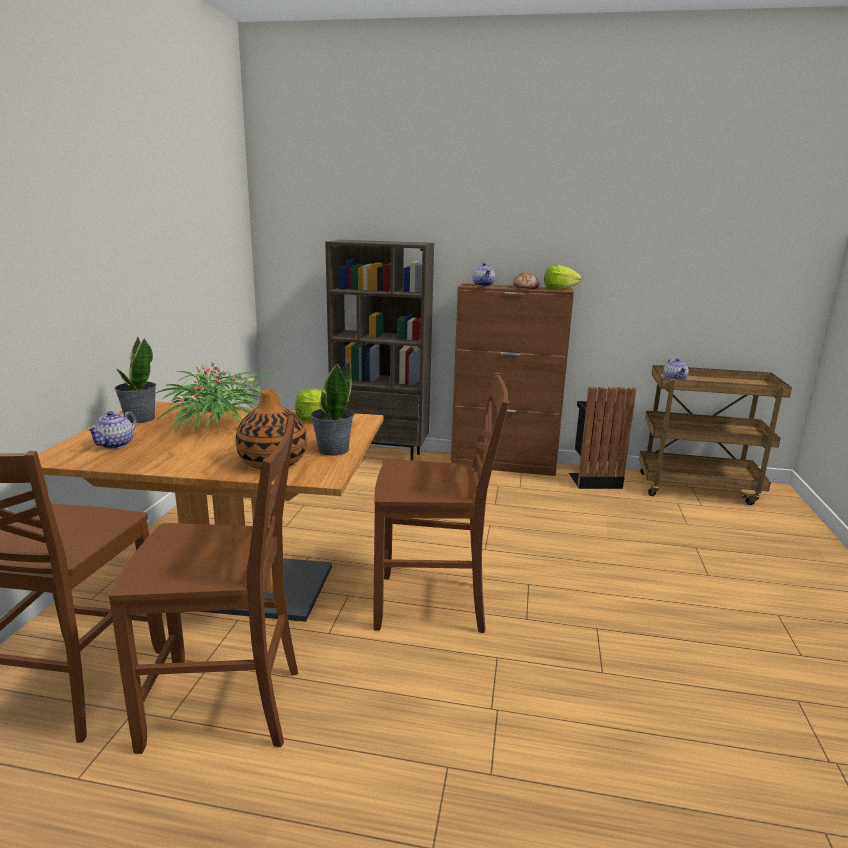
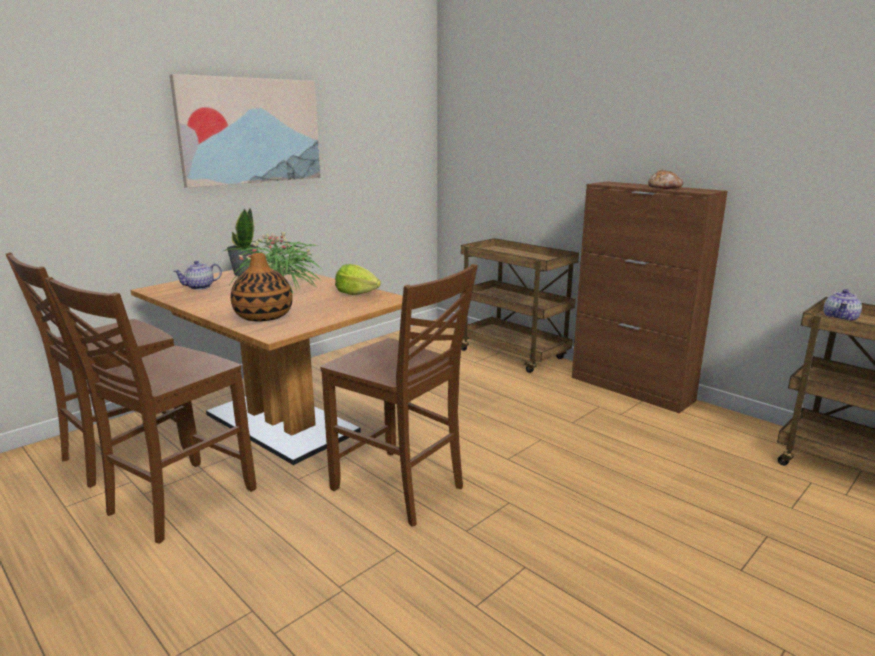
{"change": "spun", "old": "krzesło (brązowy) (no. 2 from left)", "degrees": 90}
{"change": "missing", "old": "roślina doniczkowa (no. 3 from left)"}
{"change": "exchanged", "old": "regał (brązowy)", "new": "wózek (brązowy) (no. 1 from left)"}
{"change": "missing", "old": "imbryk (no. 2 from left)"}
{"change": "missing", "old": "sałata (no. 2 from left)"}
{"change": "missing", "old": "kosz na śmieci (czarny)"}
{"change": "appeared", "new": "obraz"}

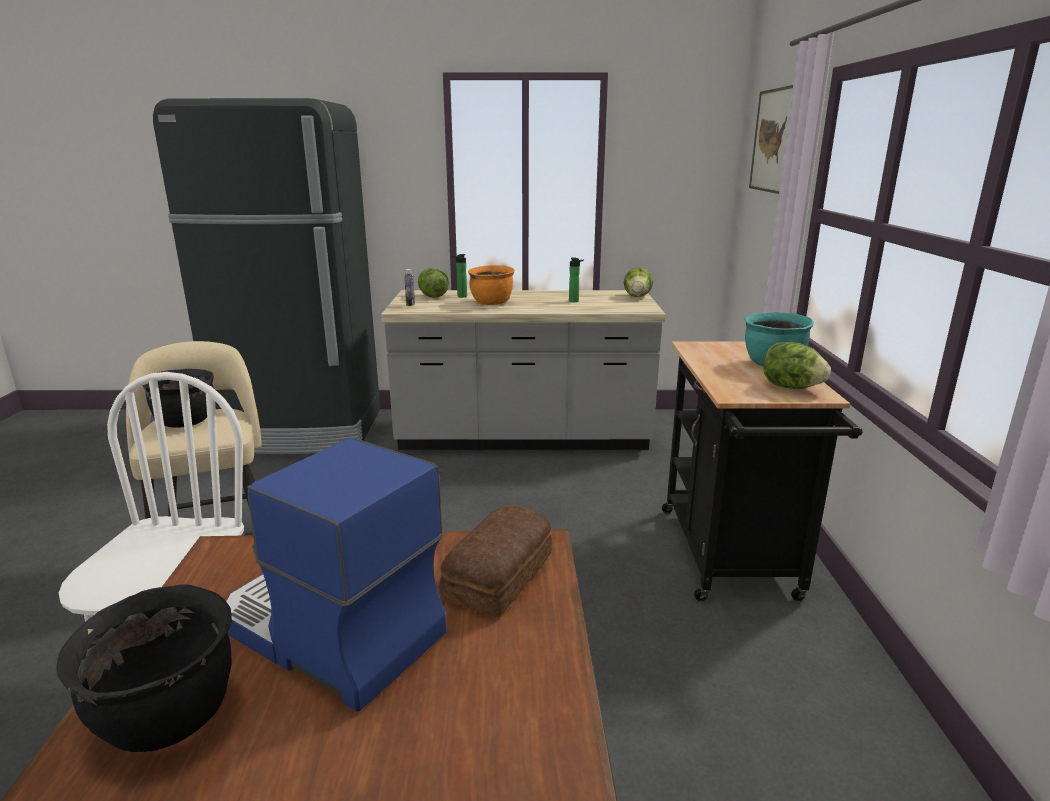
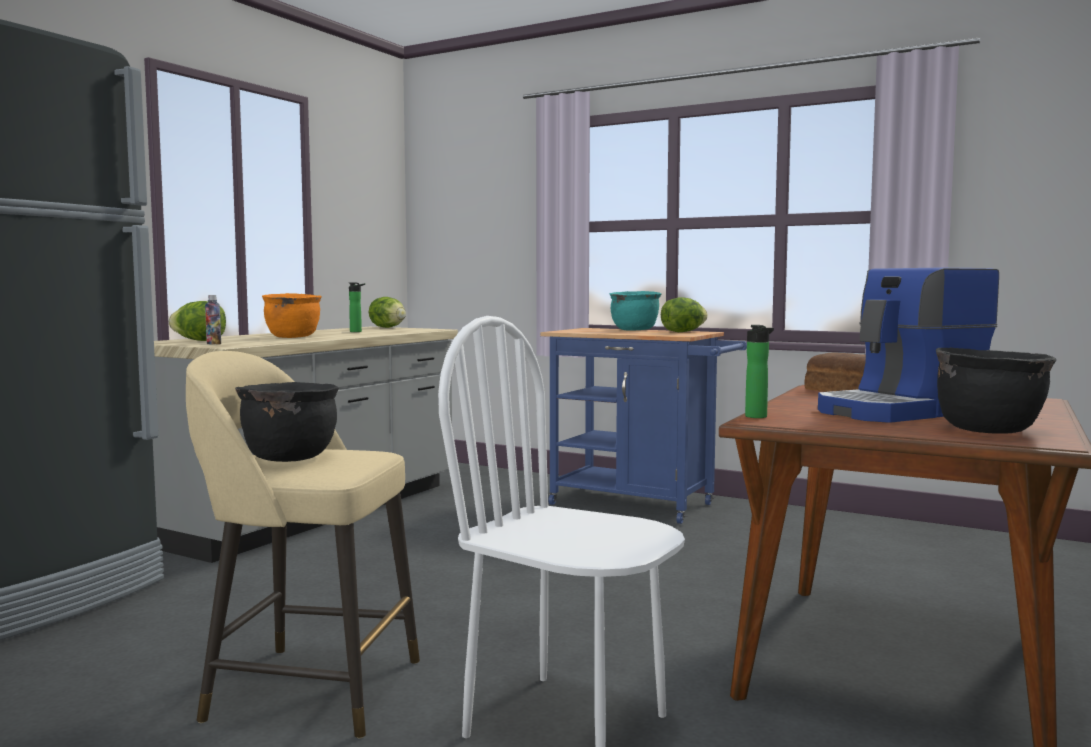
{"change": "relocated", "old": "butelka (no. 2 from left in the first image)", "new": "butelka (no. 3 from left)"}
{"change": "colour", "old": "wózek (czarny)", "new": "wózek (niebieski)"}
{"change": "missing", "old": "obraz"}

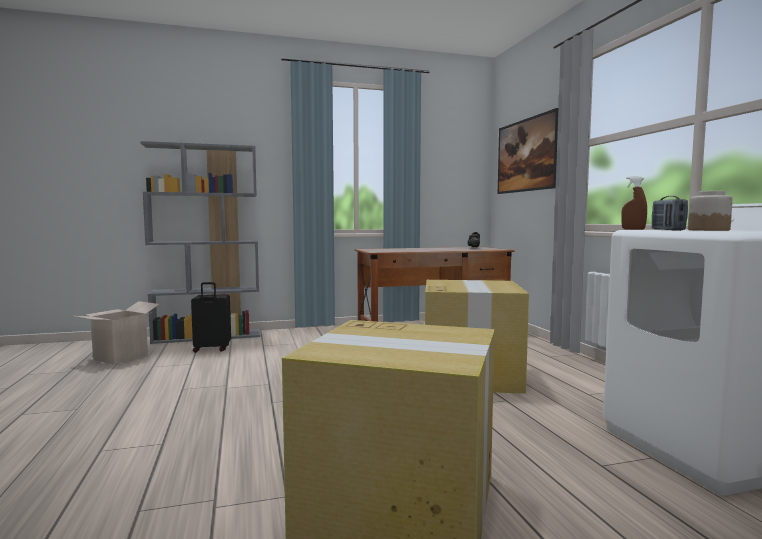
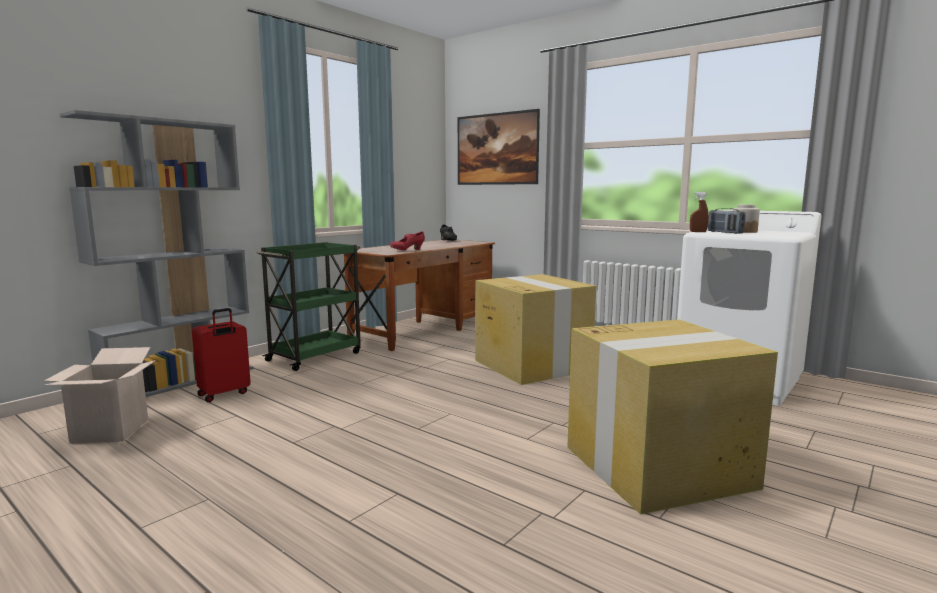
{"change": "colour", "old": "walizka (czarny)", "new": "walizka (czerwony)"}
{"change": "appeared", "new": "wózek (zielony)"}
{"change": "appeared", "new": "but (czerwony)"}

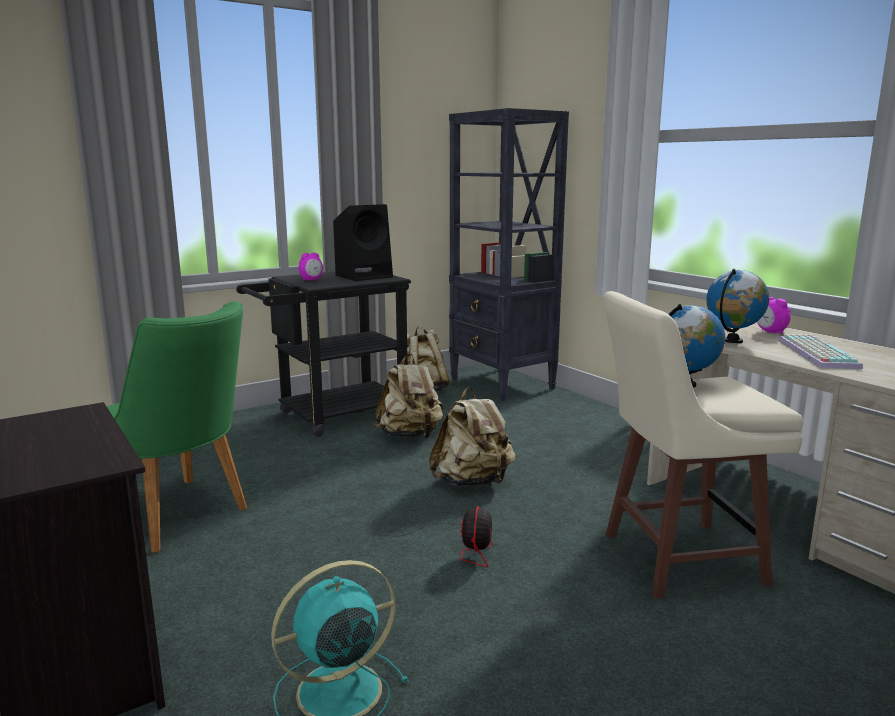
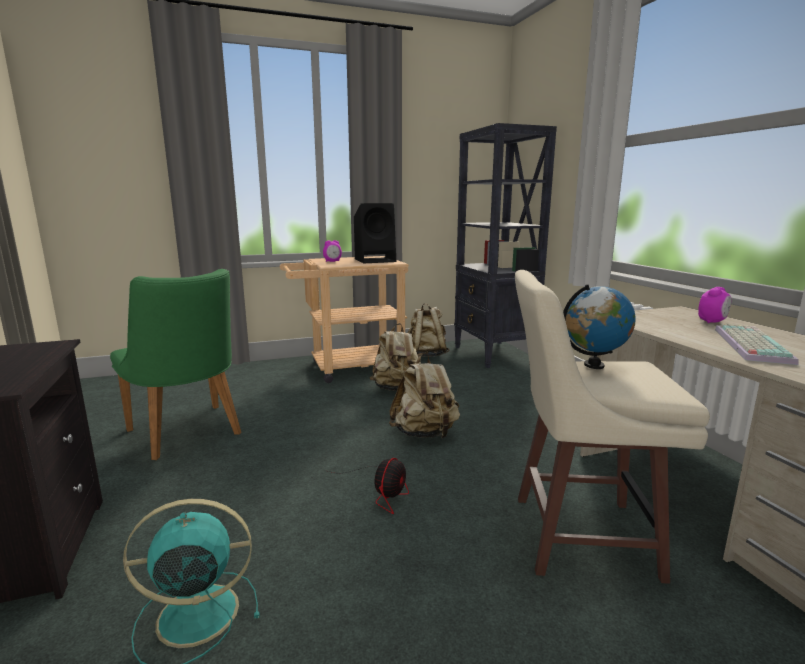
{"change": "colour", "old": "wózek (czarny)", "new": "wózek (beżowy)"}
{"change": "missing", "old": "globus (no. 2 from left)"}
{"change": "spun", "old": "budzik (no. 2 from left)", "degrees": -120}

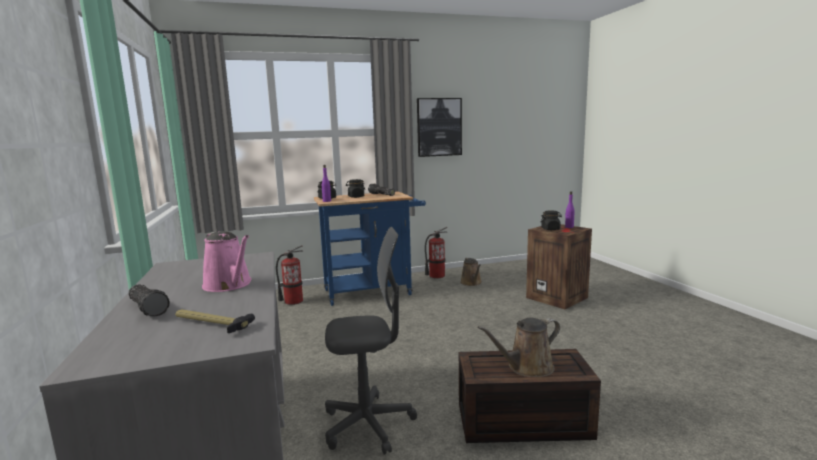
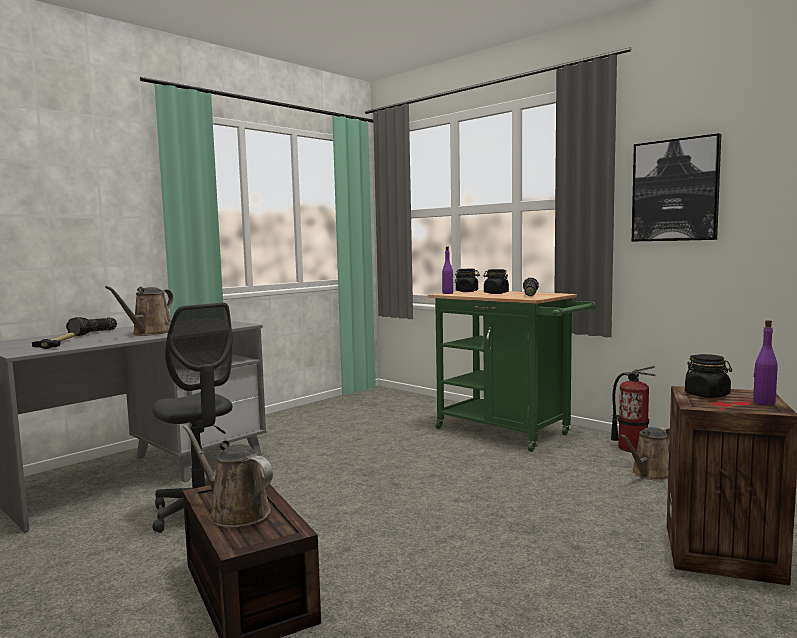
{"change": "colour", "old": "konewka (różowy)", "new": "konewka (brązowy) (no. 1 from left)"}
{"change": "missing", "old": "gaśnica (no. 1 from left)"}
{"change": "colour", "old": "wózek (niebieski)", "new": "wózek (zielony)"}

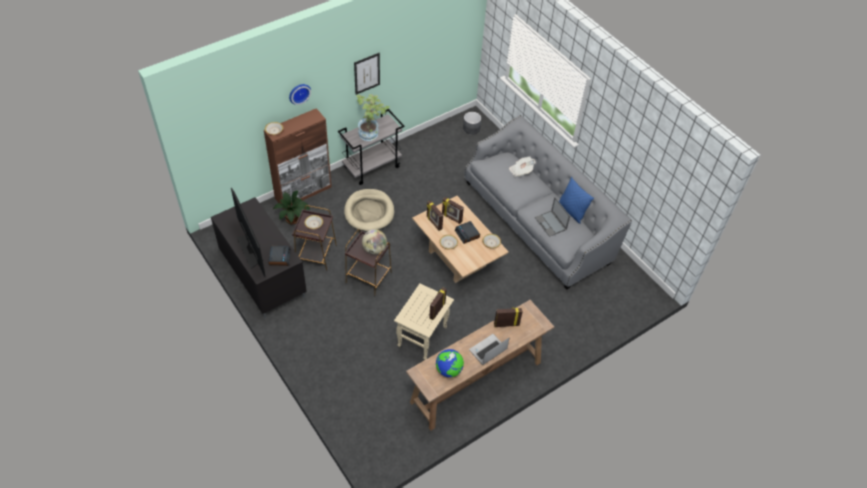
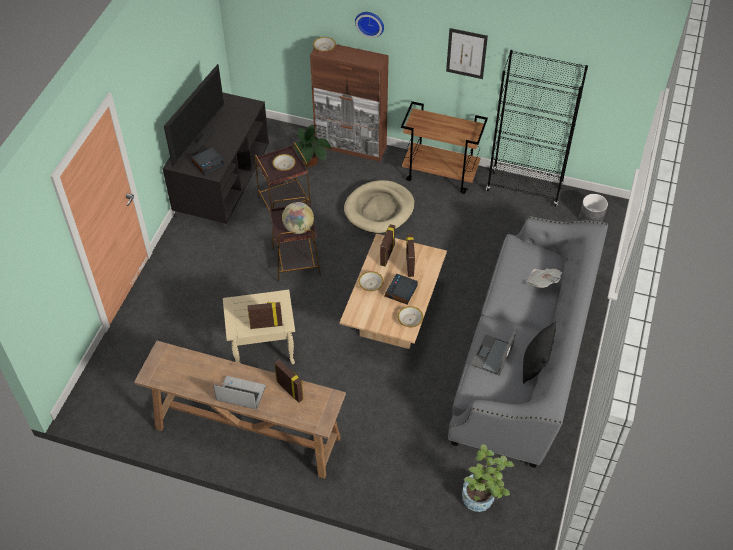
{"change": "colour", "old": "wózek (szary)", "new": "wózek (brązowy)"}
{"change": "relocated", "old": "roślina doniczkowa (no. 2 from left)"}
{"change": "missing", "old": "globus (no. 2 from left)"}
{"change": "colour", "old": "poduszka (niebieski)", "new": "poduszka (czarny)"}
{"change": "appeared", "new": "regał (czarny)"}

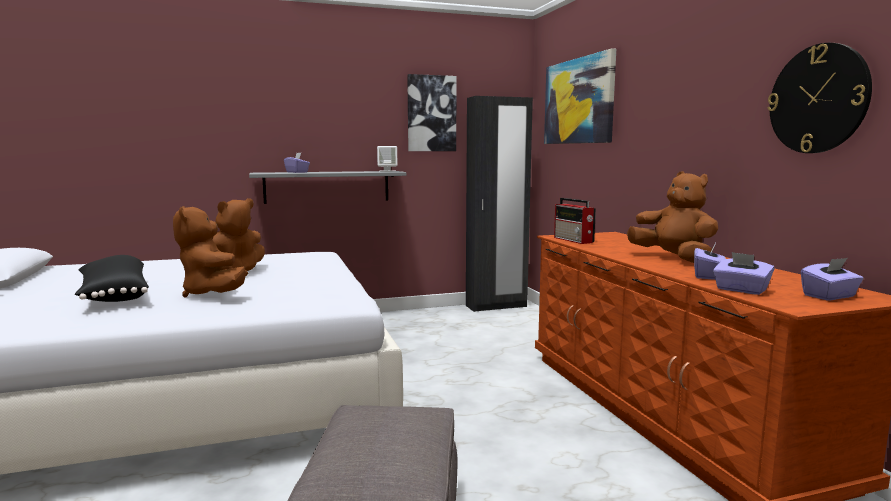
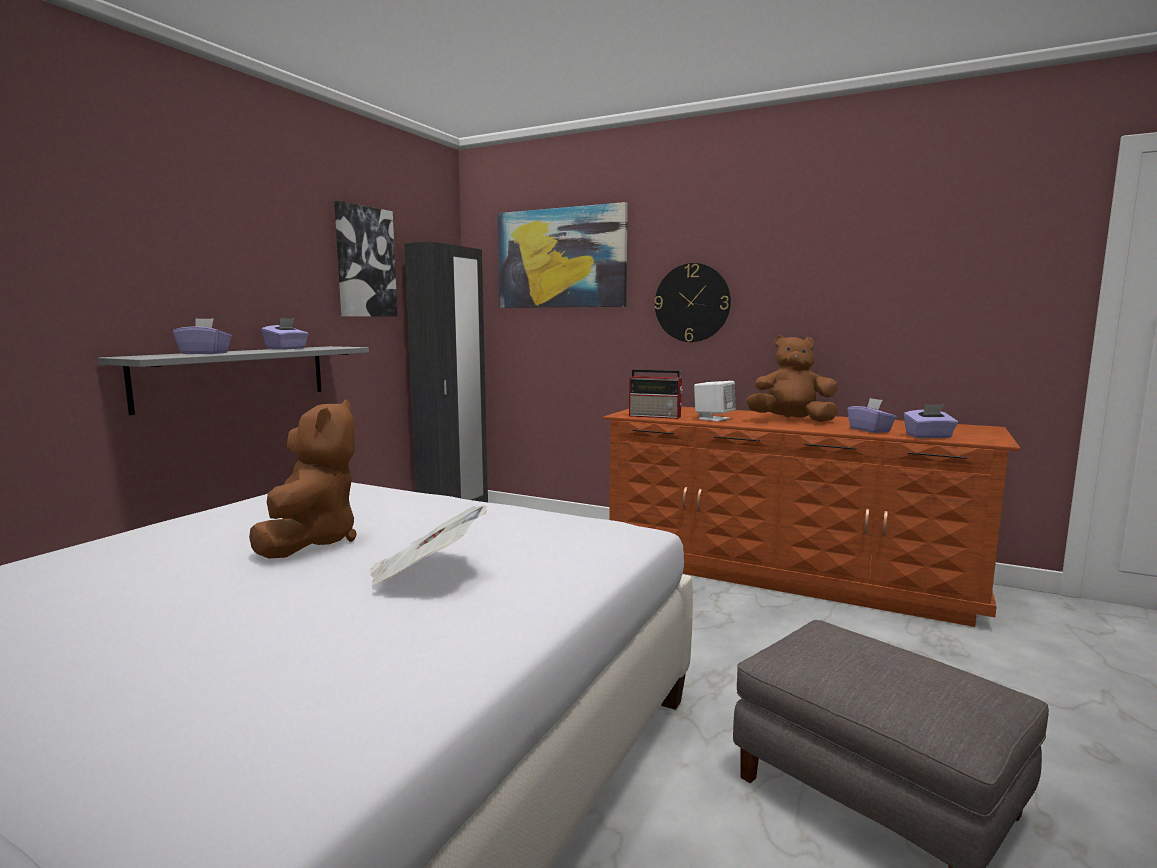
{"change": "missing", "old": "poduszka (czarny)"}
{"change": "exchanged", "old": "pluszak (brązowy) (no. 1 from left)", "new": "gazeta"}
{"change": "relocated", "old": "głośnik (biały)"}
{"change": "relocated", "old": "zegar ścienny"}
{"change": "relocated", "old": "pudełko chusteczek (fioletowy) (no. 4 from left in the first image)", "new": "pudełko chusteczek (fioletowy) (no. 2 from left)"}

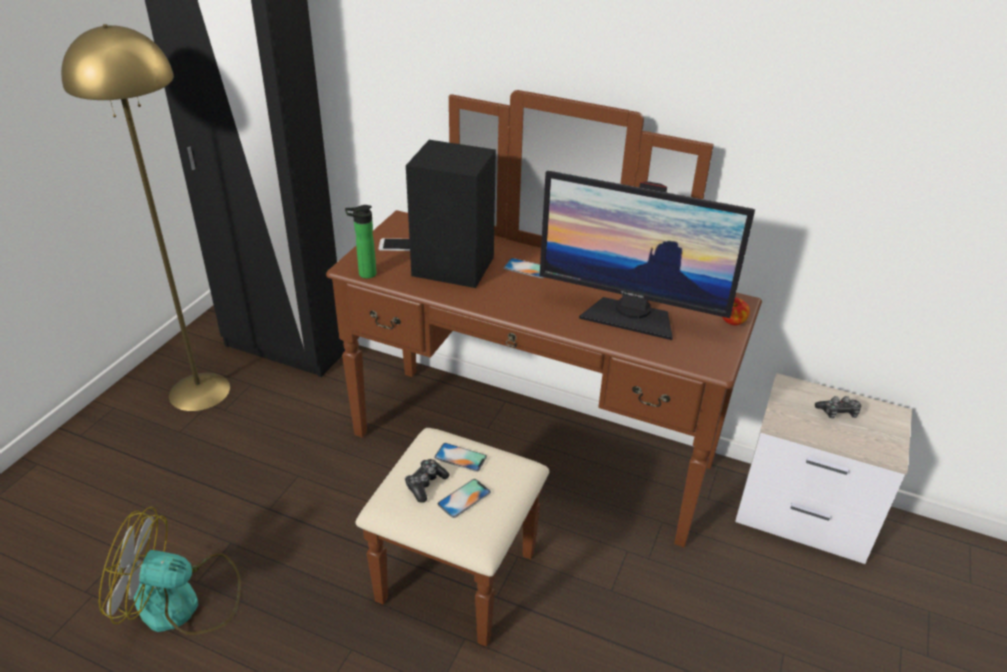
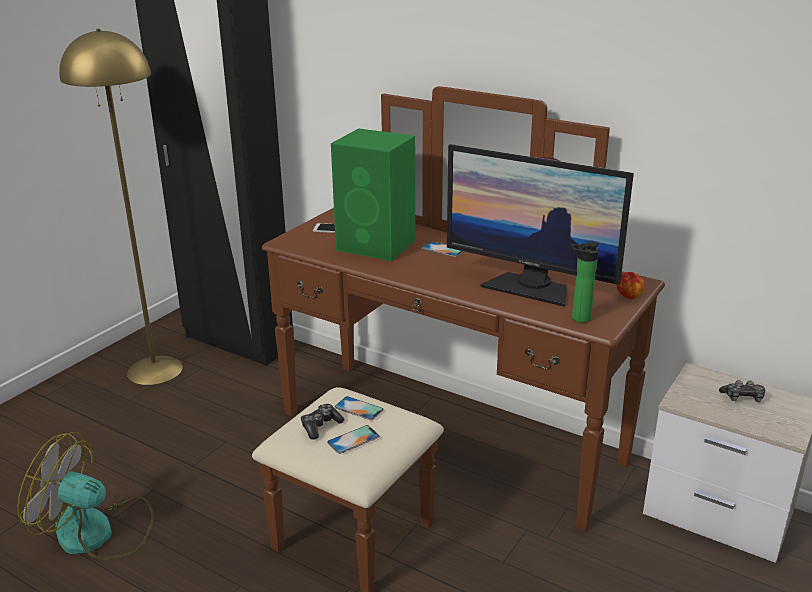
{"change": "relocated", "old": "butelka"}
{"change": "colour", "old": "głośnik (czarny)", "new": "głośnik (zielony)"}

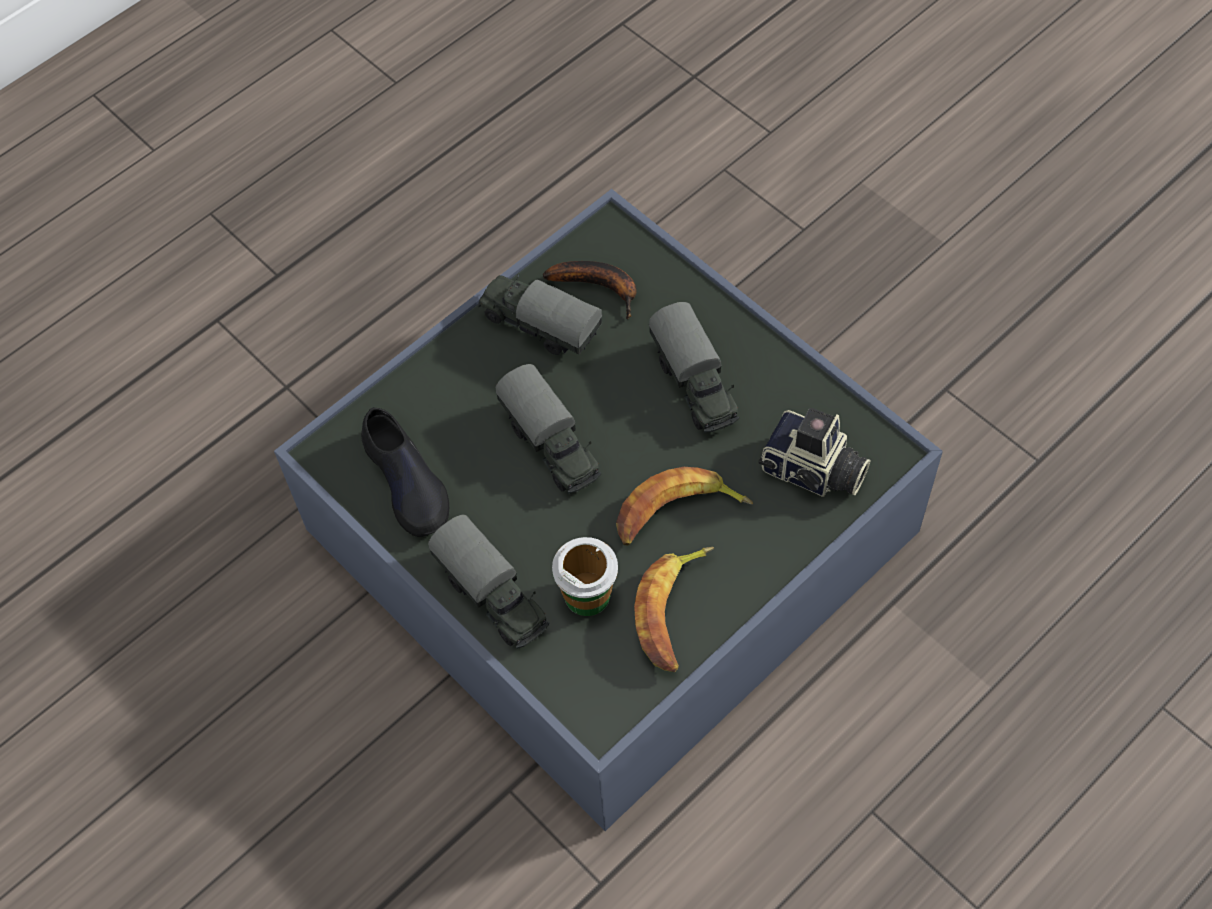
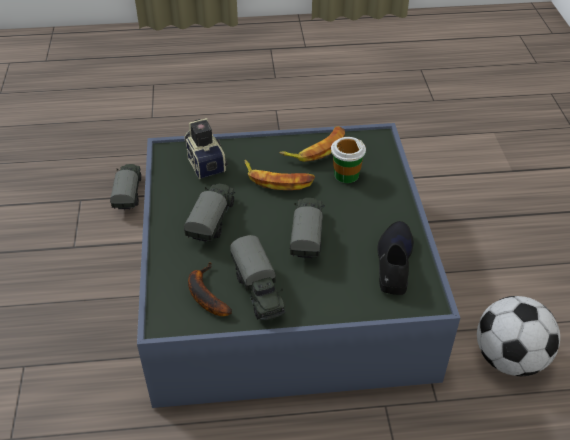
{"change": "relocated", "old": "ciężarówka zabawkowa (no. 1 from left)"}
{"change": "appeared", "new": "piłka futbolowa"}

